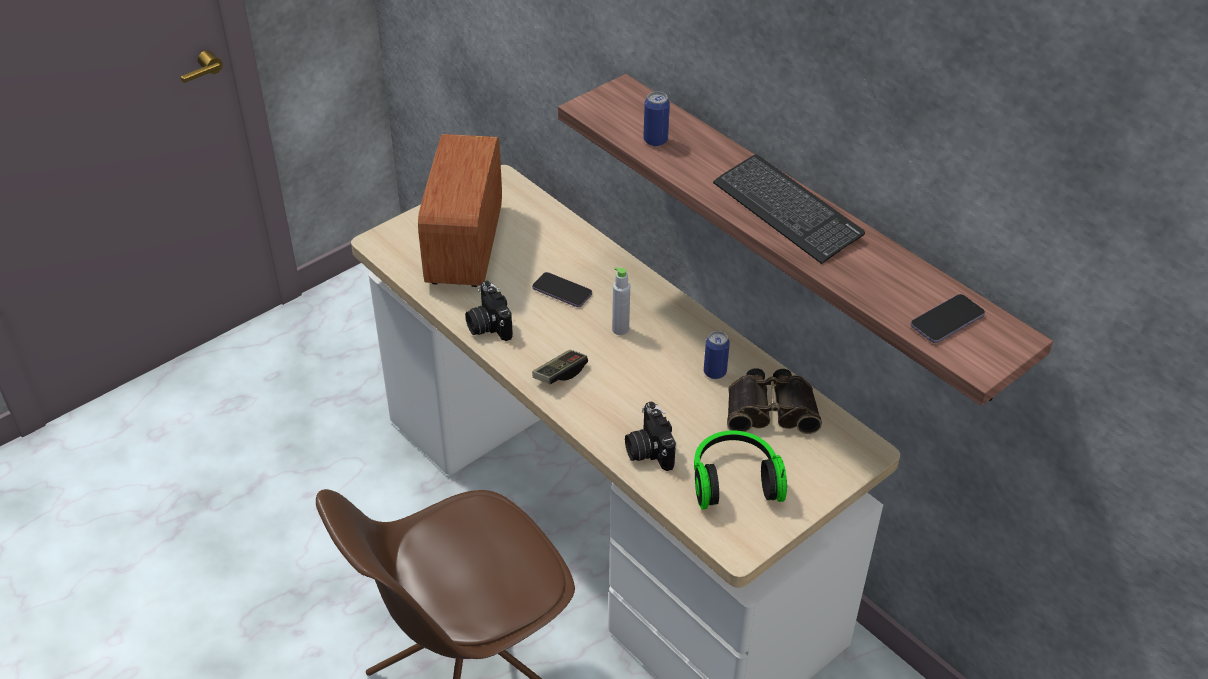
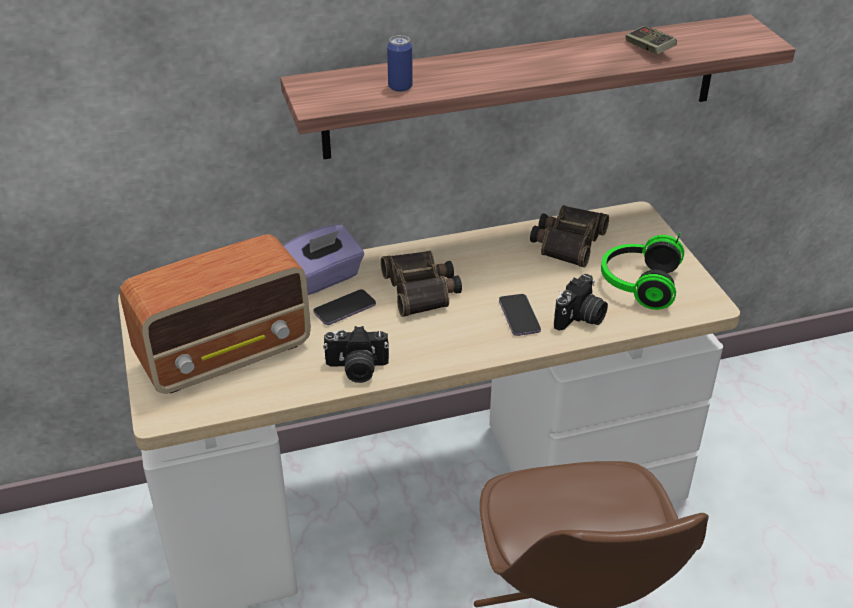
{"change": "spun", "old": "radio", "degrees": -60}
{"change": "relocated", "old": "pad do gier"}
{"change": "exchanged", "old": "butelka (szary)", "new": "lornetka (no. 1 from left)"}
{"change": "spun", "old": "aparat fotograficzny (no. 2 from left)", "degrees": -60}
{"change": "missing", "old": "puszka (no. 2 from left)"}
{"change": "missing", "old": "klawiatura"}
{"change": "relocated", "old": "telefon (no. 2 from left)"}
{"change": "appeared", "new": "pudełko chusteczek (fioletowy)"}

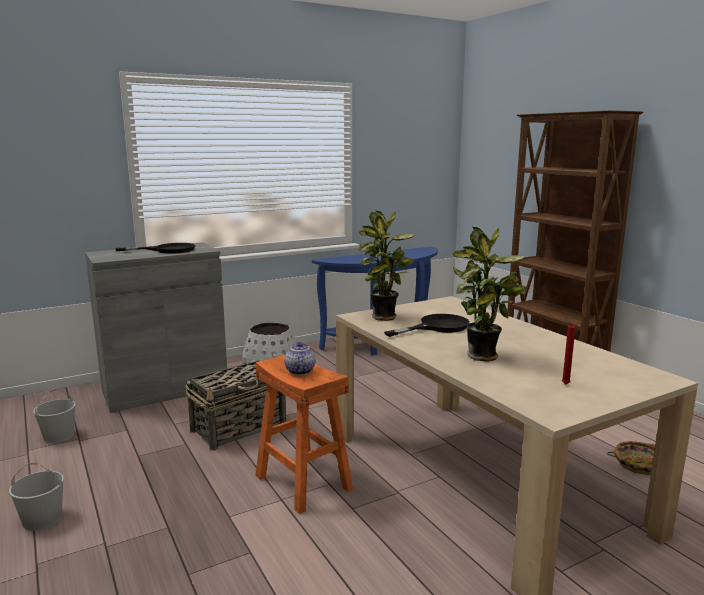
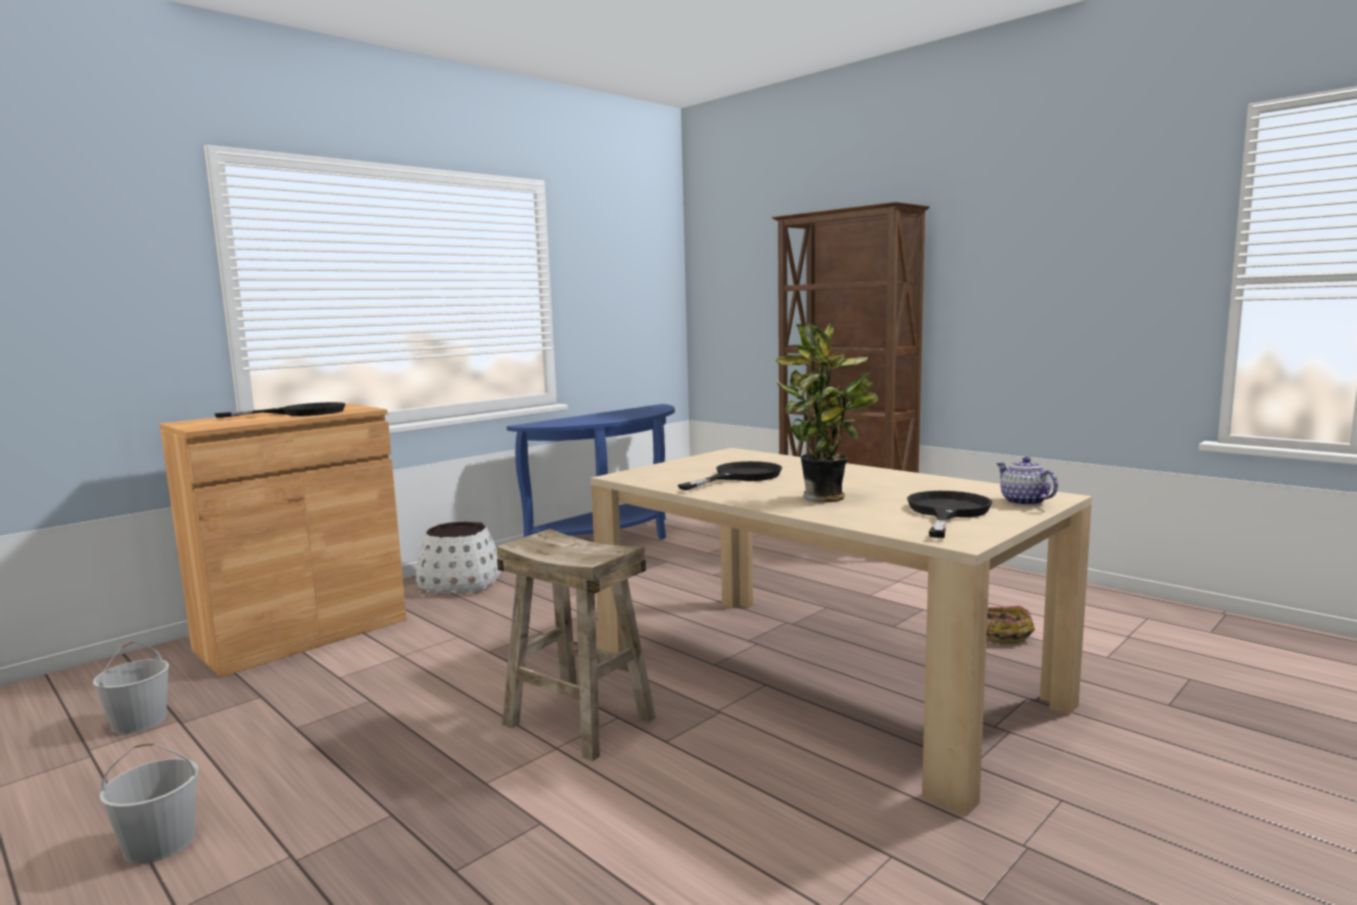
{"change": "colour", "old": "szafka (szary)", "new": "szafka (brązowy)"}
{"change": "missing", "old": "koszyk (no. 1 from left)"}
{"change": "colour", "old": "stołek (pomarańczowy)", "new": "stołek (beżowy)"}
{"change": "relocated", "old": "imbryk"}
{"change": "missing", "old": "roślina doniczkowa (no. 1 from left)"}
{"change": "exchanged", "old": "świeca (czerwony)", "new": "patelnia (czarny) (no. 3 from left)"}

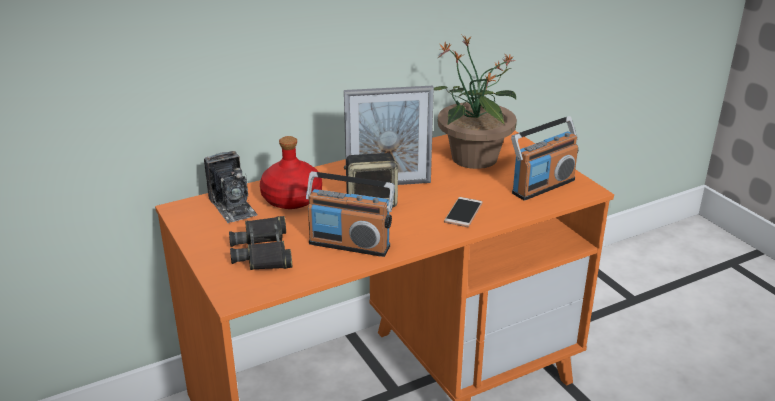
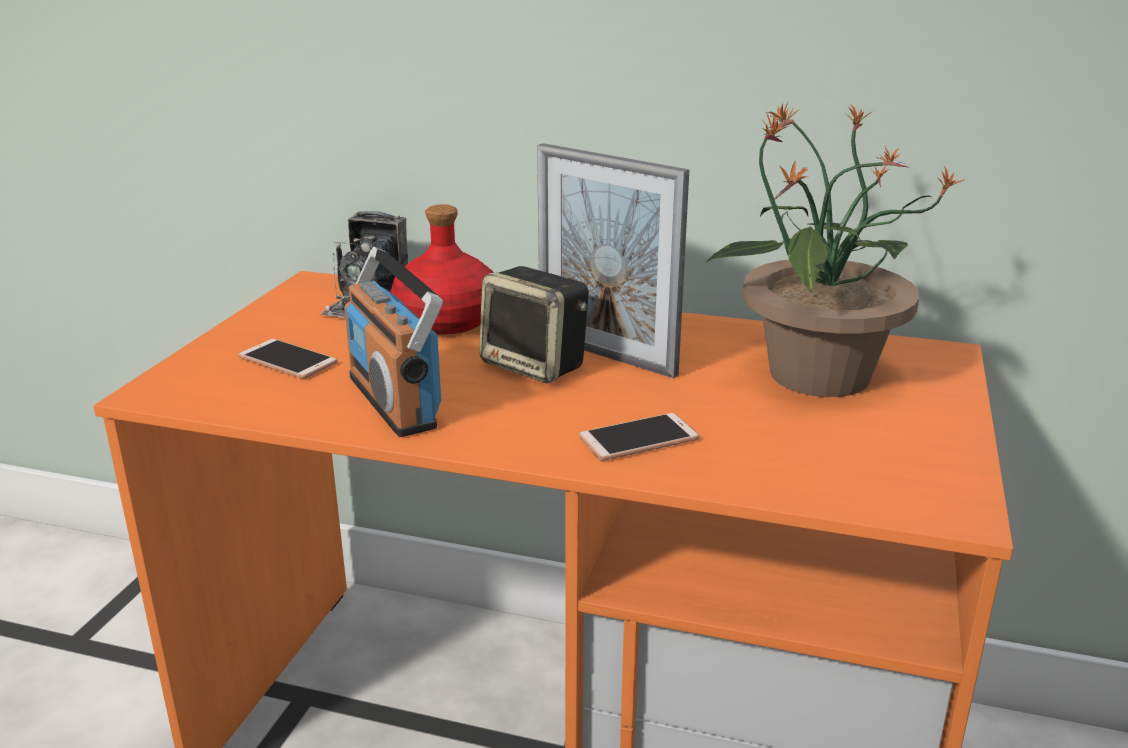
{"change": "exchanged", "old": "lornetka (czarny)", "new": "telefon (no. 1 from left)"}
{"change": "missing", "old": "radio (no. 2 from left)"}

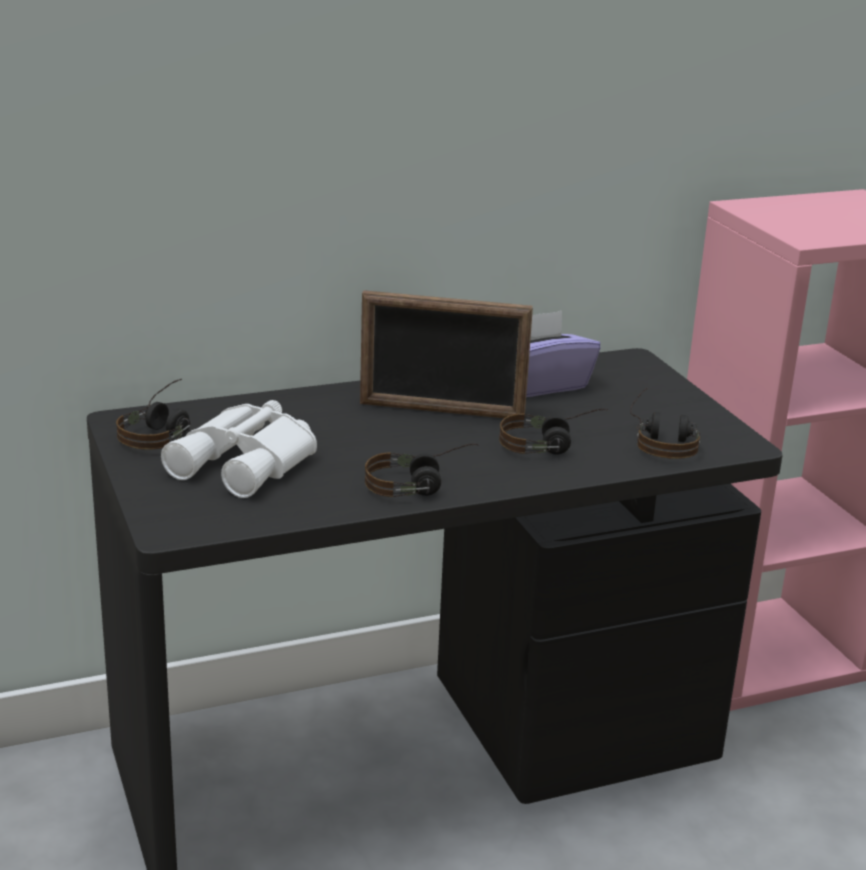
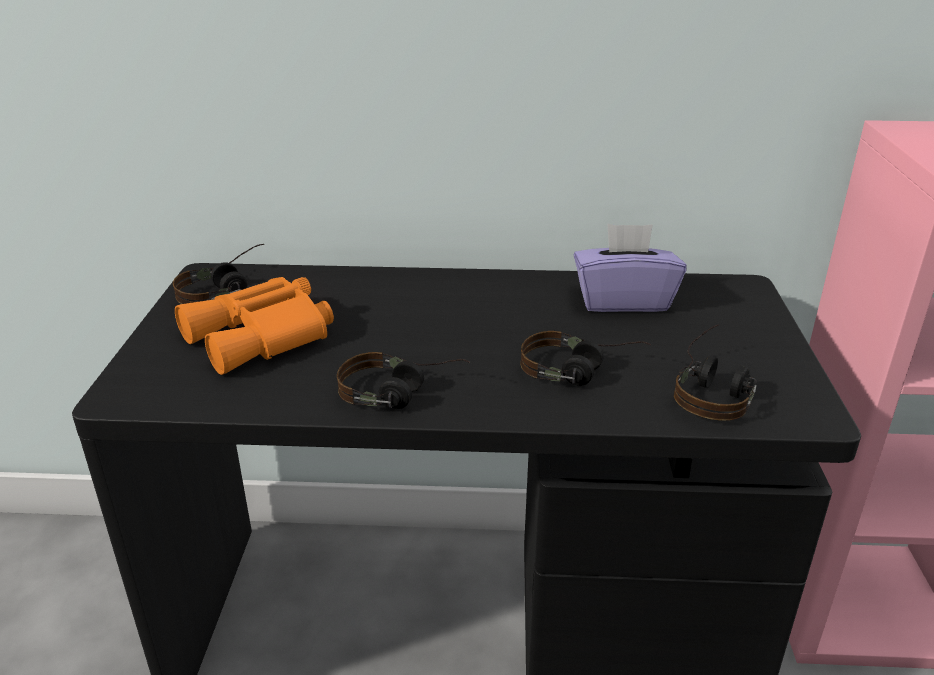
{"change": "colour", "old": "lornetka (biały)", "new": "lornetka (pomarańczowy)"}
{"change": "missing", "old": "ramka na zdjęcie"}

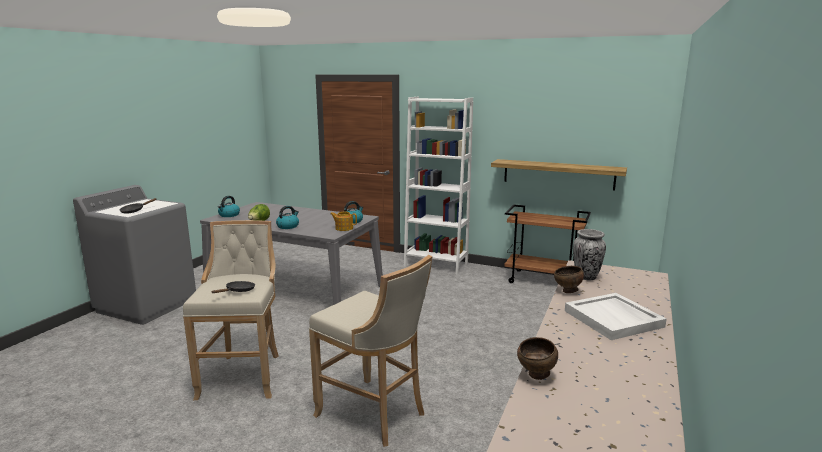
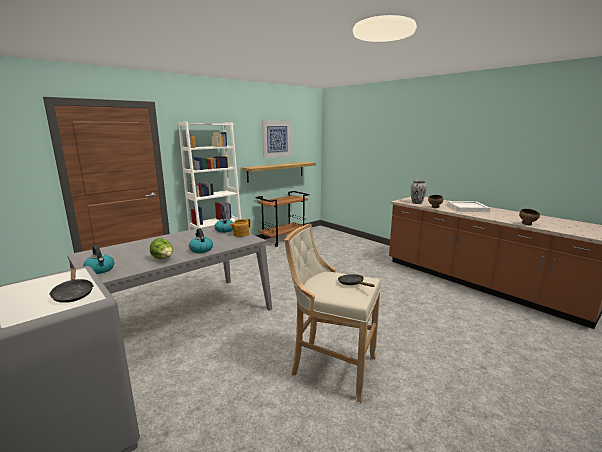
{"change": "missing", "old": "stołek (beżowy) (no. 2 from left)"}
{"change": "appeared", "new": "obraz"}

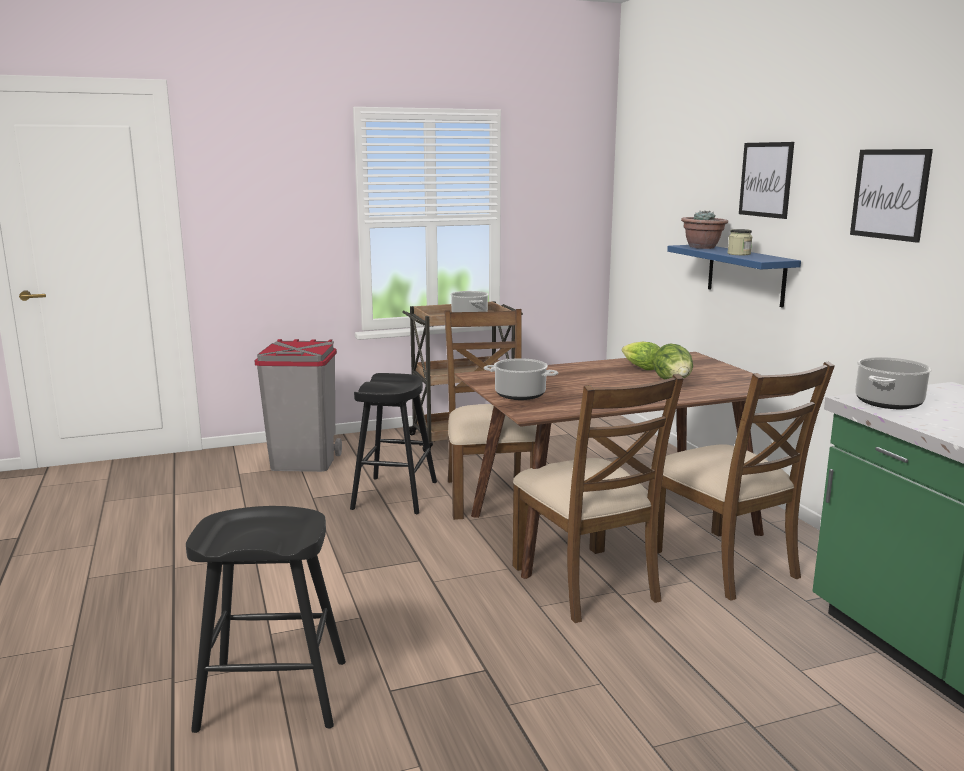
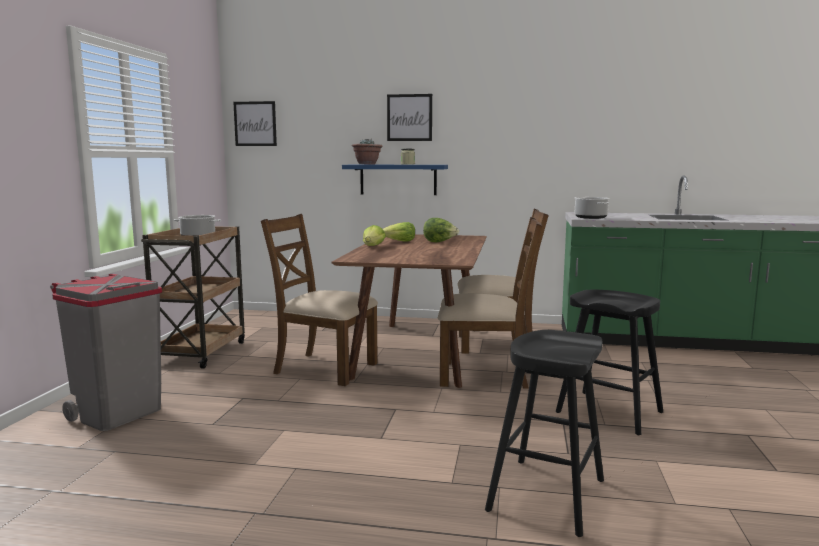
{"change": "relocated", "old": "stołek (czarny) (no. 2 from left)"}
{"change": "missing", "old": "garnek (no. 2 from left)"}
{"change": "relocated", "old": "obraz (no. 2 from left in the first image)", "new": "obraz (no. 1 from left)"}
{"change": "appeared", "new": "sałata (no. 1 from left)"}

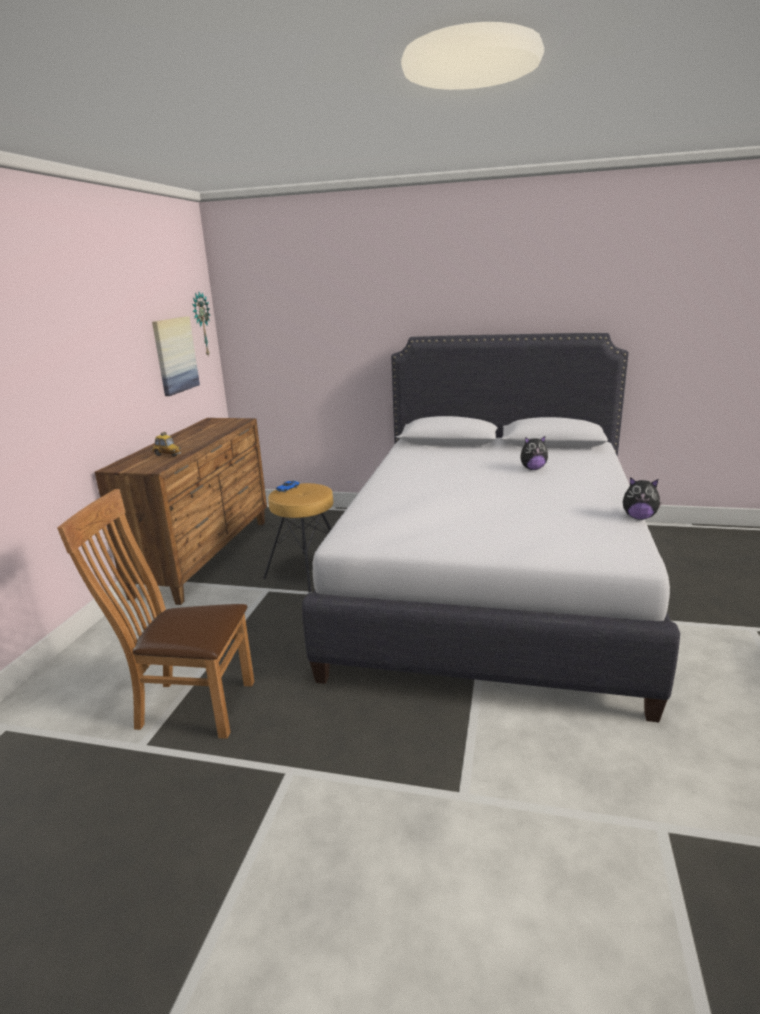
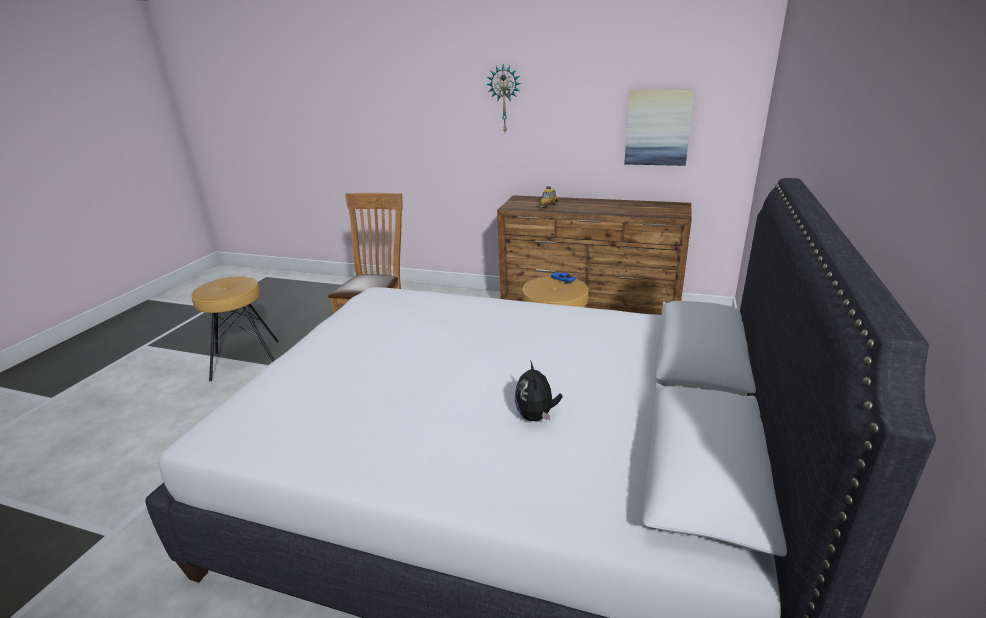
{"change": "relocated", "old": "zegar ścienny"}
{"change": "missing", "old": "pluszak (no. 2 from left)"}
{"change": "appeared", "new": "stołek (brązowy) (no. 1 from left)"}

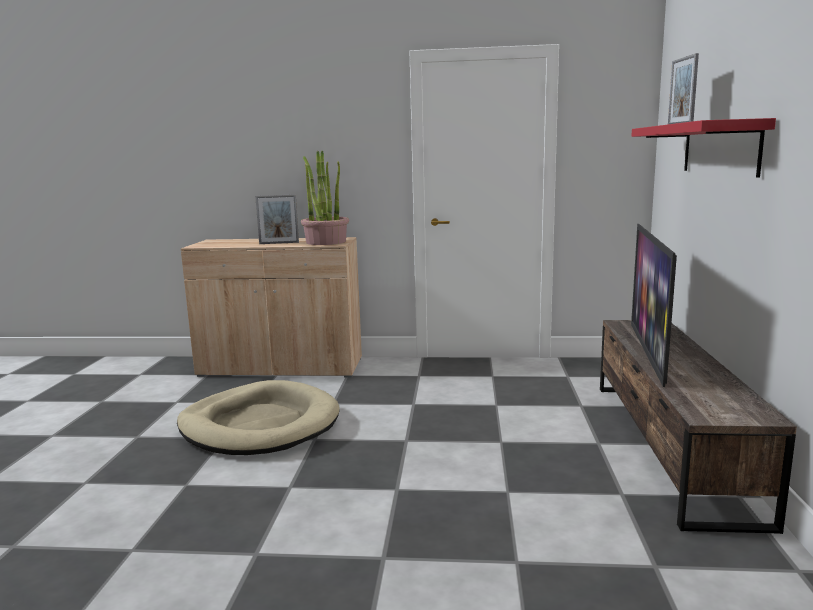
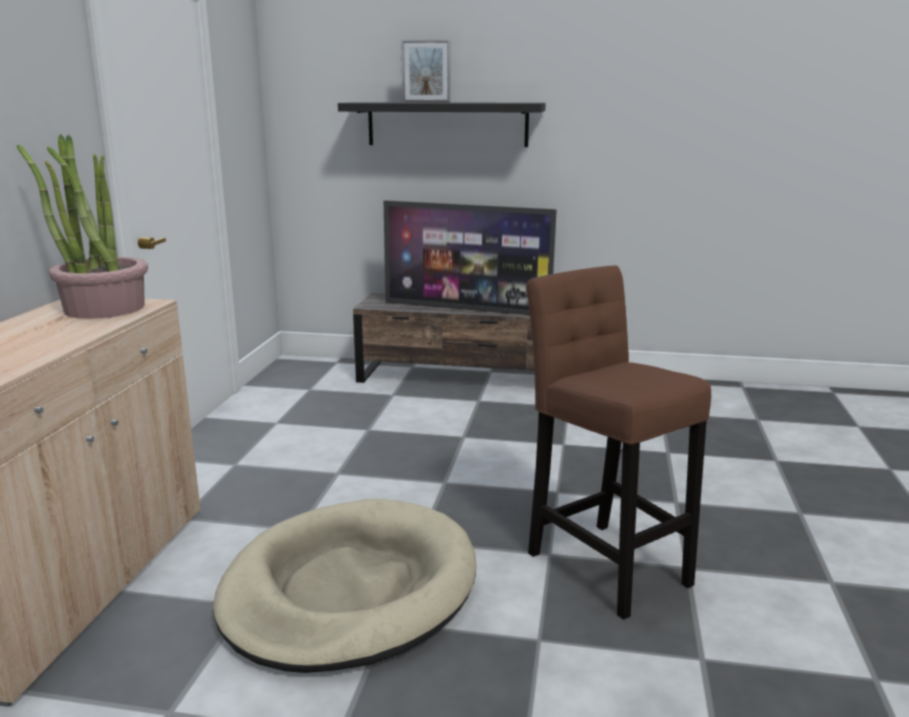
{"change": "missing", "old": "ramka na zdjęcie (no. 1 from left)"}
{"change": "colour", "old": "półka (czerwony)", "new": "półka (czarny)"}
{"change": "appeared", "new": "stołek (brązowy)"}

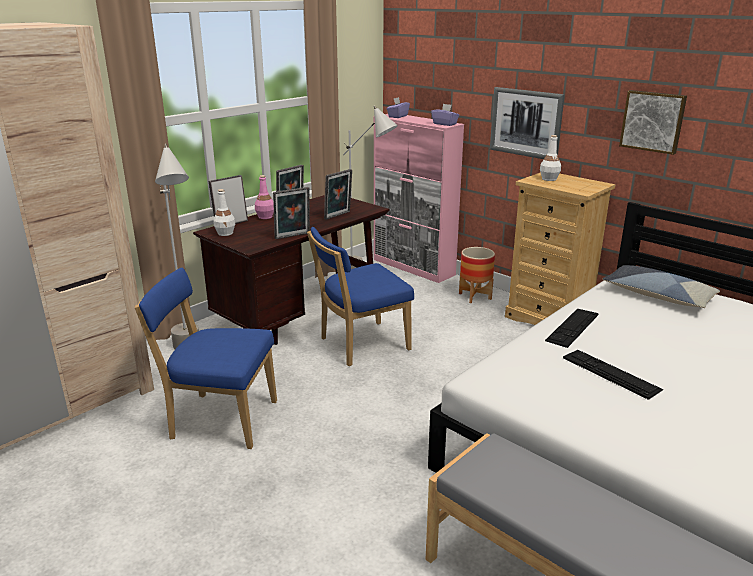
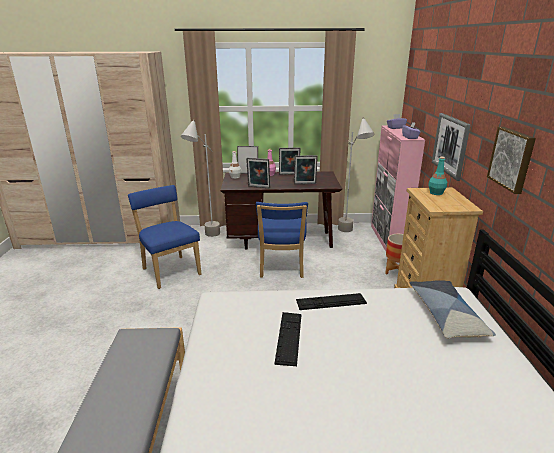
{"change": "spun", "old": "krzesło (niebieski) (no. 2 from left)", "degrees": -105}
{"change": "colour", "old": "butelka (biały) (no. 2 from left)", "new": "butelka (turkusowy)"}

